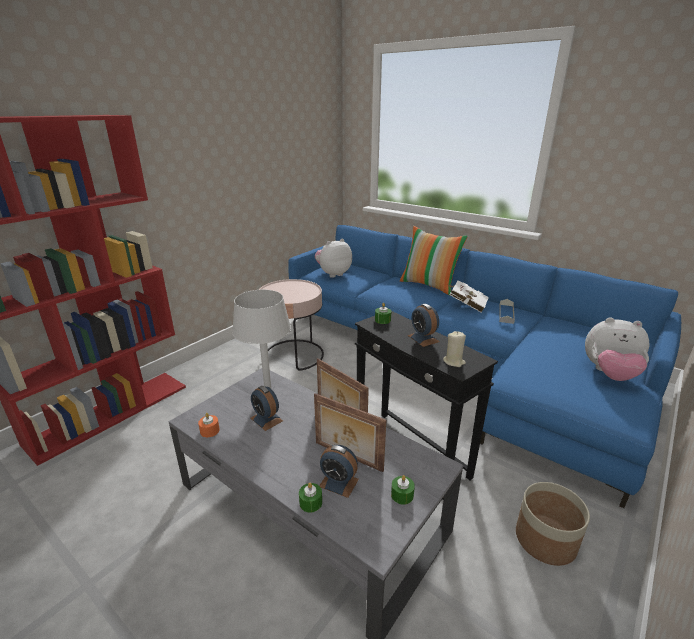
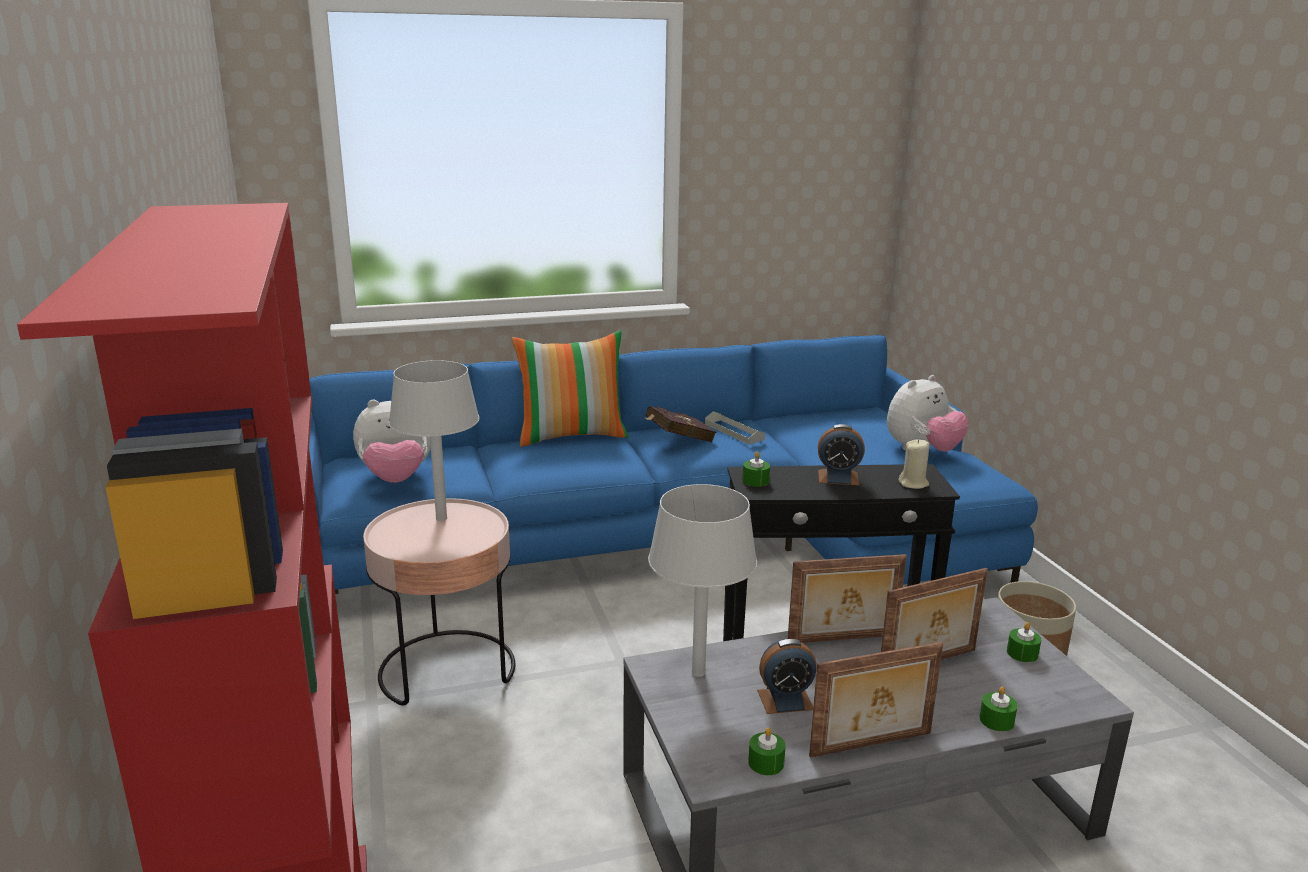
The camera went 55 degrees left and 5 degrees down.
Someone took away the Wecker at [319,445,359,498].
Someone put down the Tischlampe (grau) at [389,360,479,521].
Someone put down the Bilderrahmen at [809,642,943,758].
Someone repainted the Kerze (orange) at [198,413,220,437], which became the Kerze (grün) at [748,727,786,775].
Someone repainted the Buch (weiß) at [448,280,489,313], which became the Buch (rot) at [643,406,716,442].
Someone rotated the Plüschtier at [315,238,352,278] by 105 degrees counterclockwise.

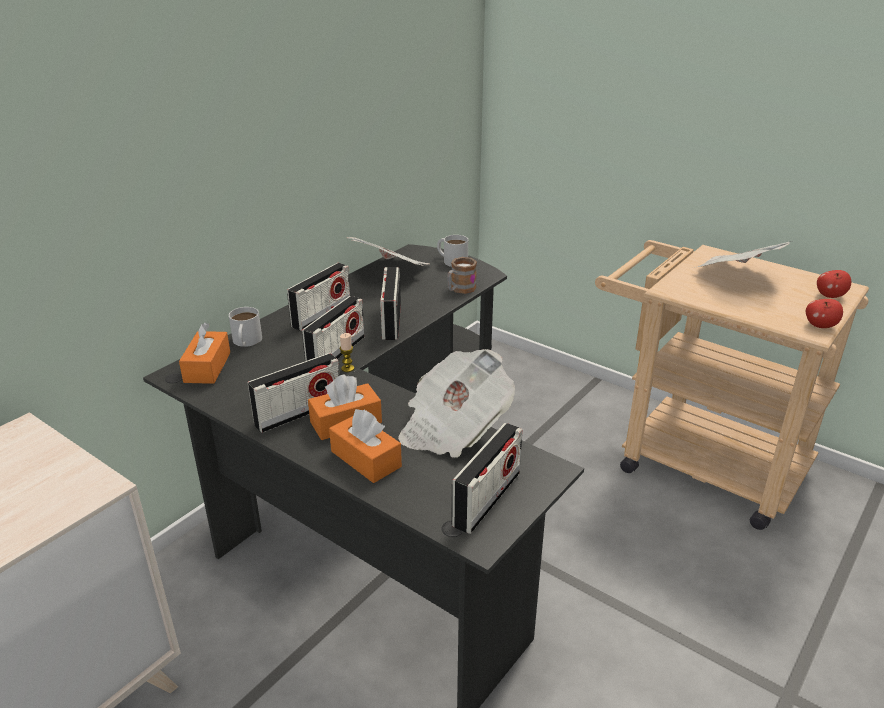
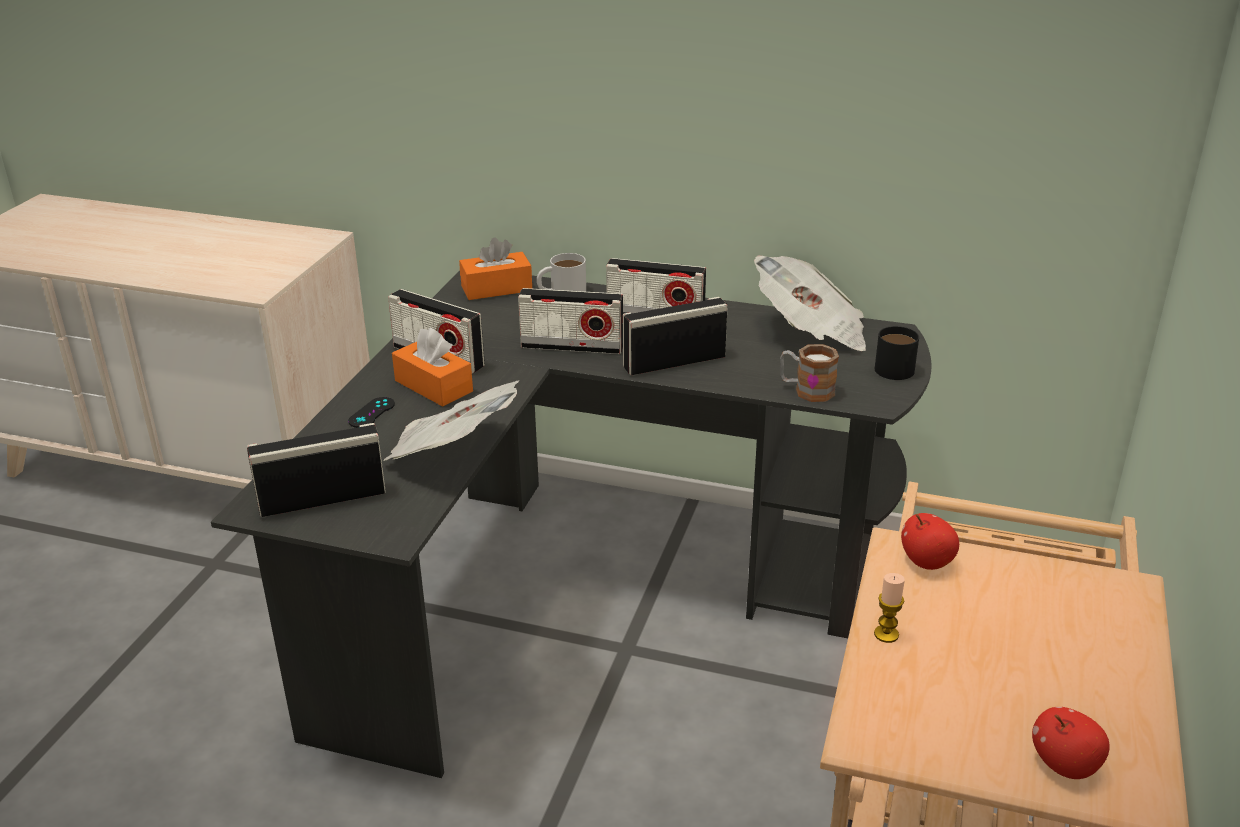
The camera went 70 degrees right and 0 degrees up.
Someone took away the Zeitung at [694,241,791,268].
Someone carried the Kerze from [340,333,354,372] to [874,573,905,643].
Someone carried the Apfel from [806,299,843,328] to [901,513,959,570].
Someone swapped the Taschentuchbox (orange) at [329,409,402,483] for the Gamepad (schwarz) at [348,397,395,428].
Someone repainted the Henkelbecher (weiß) at [437,235,468,267], which became the Henkelbecher (schwarz) at [875,326,919,380].
Someone rotated the Radio at [451,423,522,534] by 150 degrees clockwise.

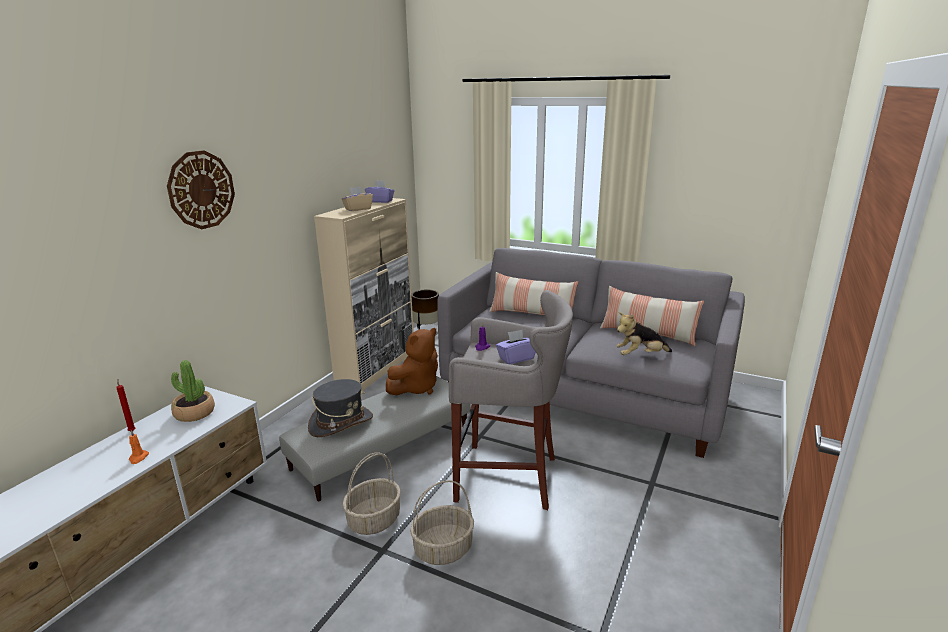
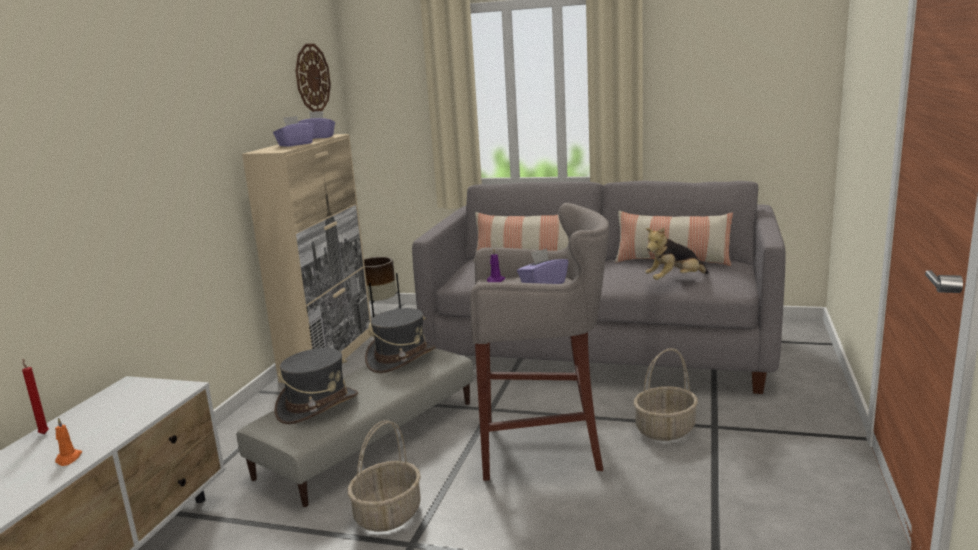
The camera went 10 degrees left and 5 degrees down.
Someone took away the Topfpflanze at [171,360,215,422].
Someone carried the Wanduhr from [167,150,235,229] to [295,44,331,112].
Someone carried the Korb from [410,480,474,565] to [634,348,698,441].
Someone swapped the Plüschtier (braun) at [386,328,438,395] for the Hut (grau) at [365,308,436,373].
Someone repainted the Taschentuchbox (beige) at [342,187,373,211], which became the Taschentuchbox (lila) at [273,116,314,147].

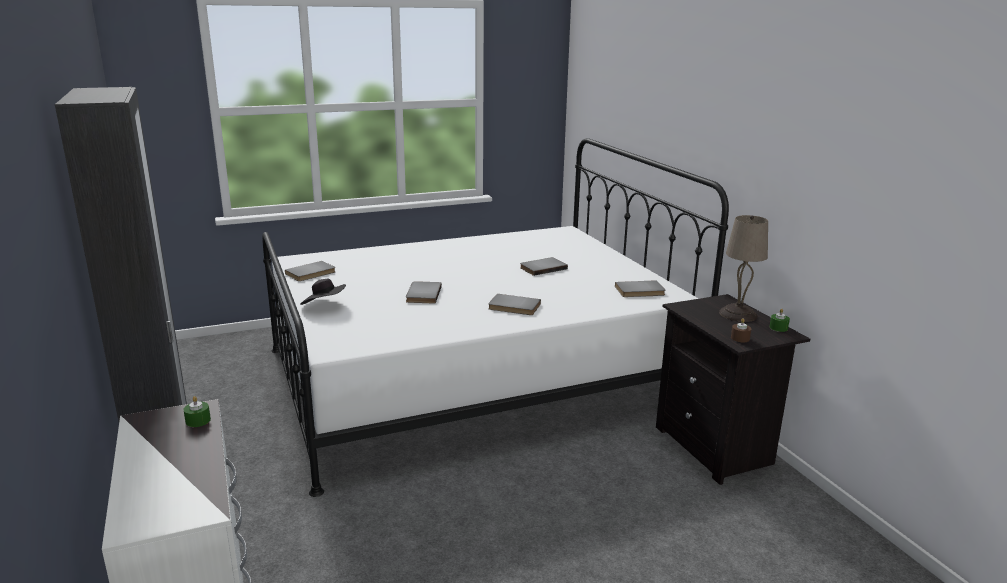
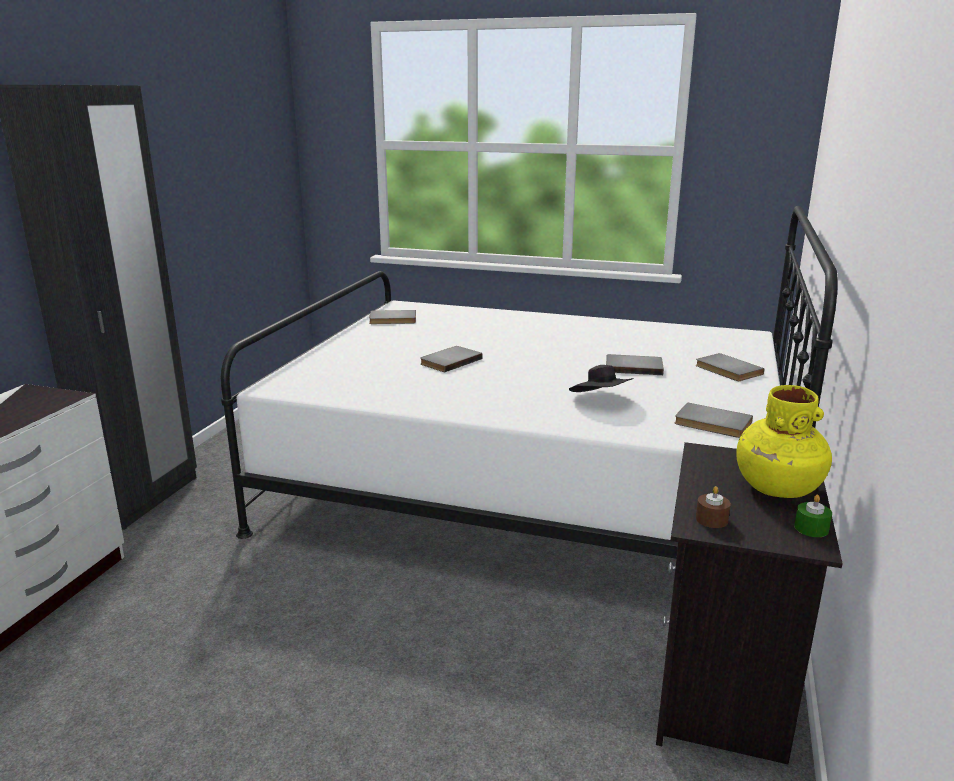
The camera went 40 degrees right and 0 degrees up.
Someone took away the Kerze (grün) at [183,396,211,427].
Someone carried the Hut (schwarz) from [300,279,346,305] to [569,365,633,392].
Someone carried the Buch (grau) from [488,294,541,315] to [696,353,765,381].
Someone swapped the Tischlampe (beige) at [719,215,768,322] for the Vase (gelb) at [736,385,832,498].

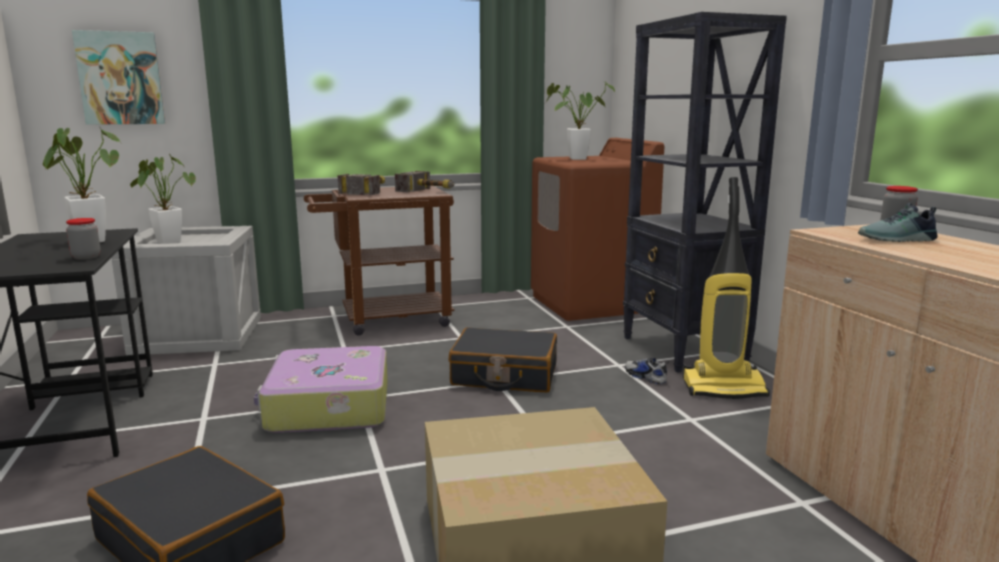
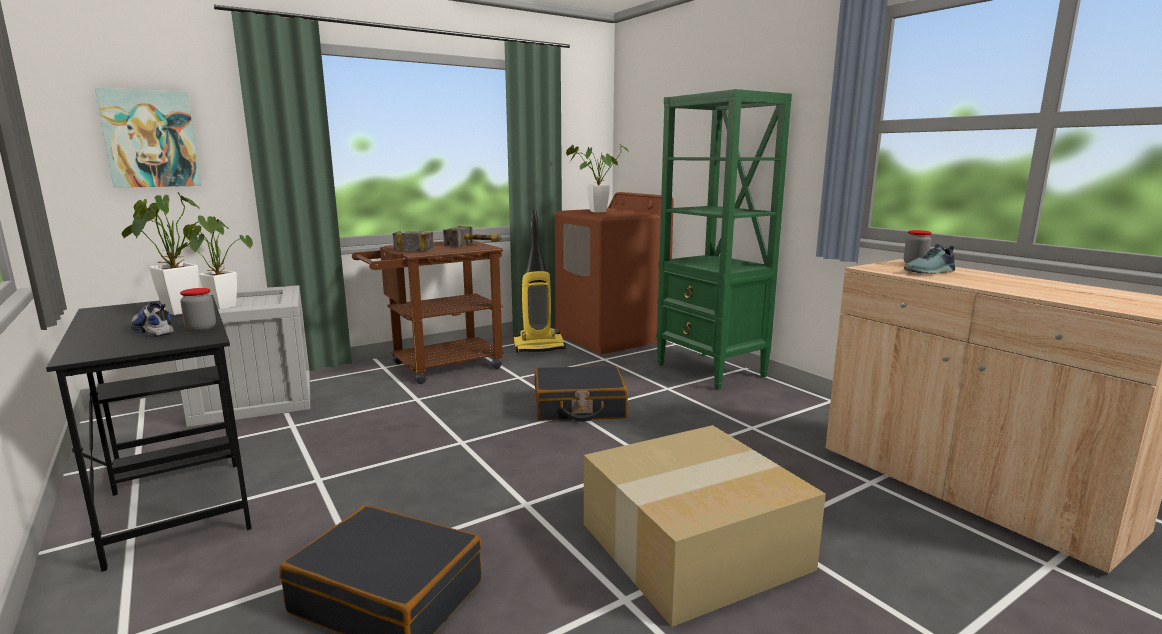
The camera went 15 degrees left and 0 degrees up.
Someone took away the Koffer at [254,346,388,433].
Someone carried the Schuh from [625,357,669,384] to [131,302,174,337].
Someone carried the Staubsauger from [683,177,770,399] to [514,210,566,352].
Someone repainted the Bücherregal (schwarz) at [623,12,787,373], which became the Bücherregal (grün) at [656,89,792,390].

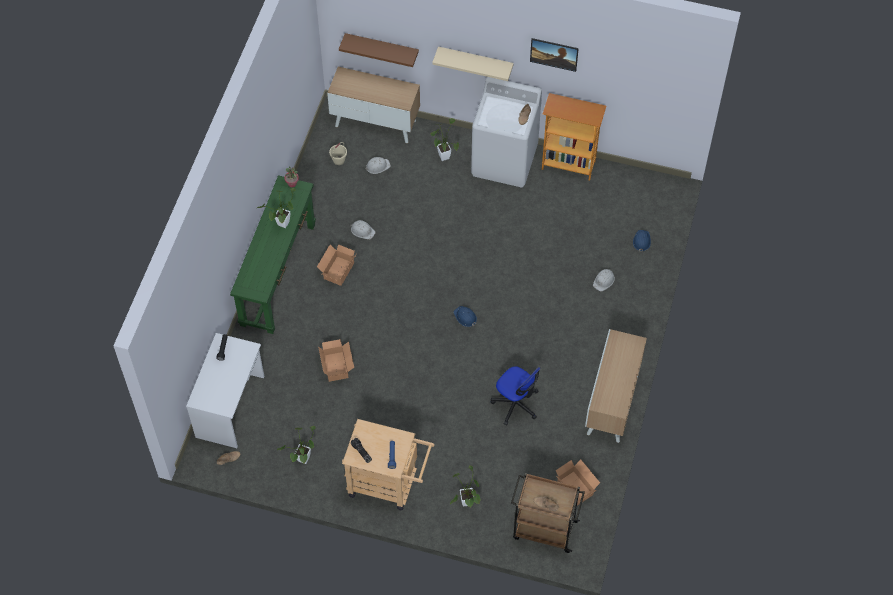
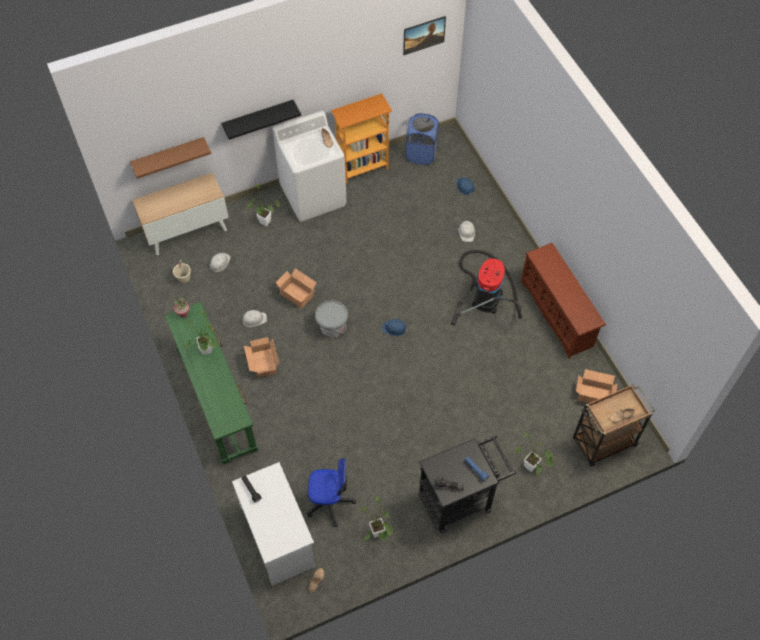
The camera went 40 degrees left and 0 degrees up.
Someone put down the Eimer (grau) at [315,301,348,337].
Someone put down the Wäschekorb (blau) at [406,113,439,165].
Someone put down the Staubsauger at [451,250,522,325].
Someone carried the Karton from [318,339,354,382] to [275,268,317,309].
Someone carried the Bürostuhl from [491,366,541,425] to [307,458,356,527].
Someone carried the Bild from [530,38,579,72] to [403,16,446,55].
Someone swapped the Schrank at [585,329,647,443] for the Schuhregal (braun) at [521,243,606,359].
Someone repainted the Rollwagen (beige) at [342,419,435,510], which became the Rollwagen (schwarz) at [418,435,517,533].
Someone repainted the Wandregal (beige) at [432,46,514,81], which became the Wandregal (schwarz) at [222,100,301,140].

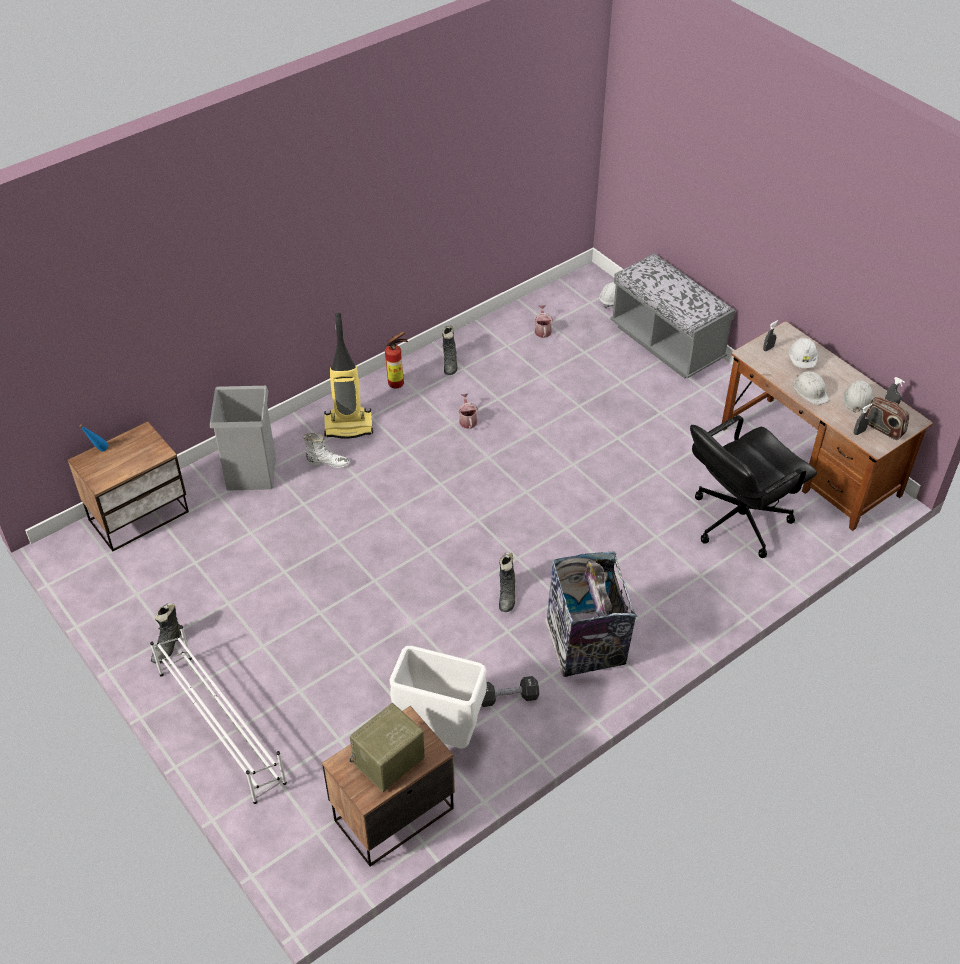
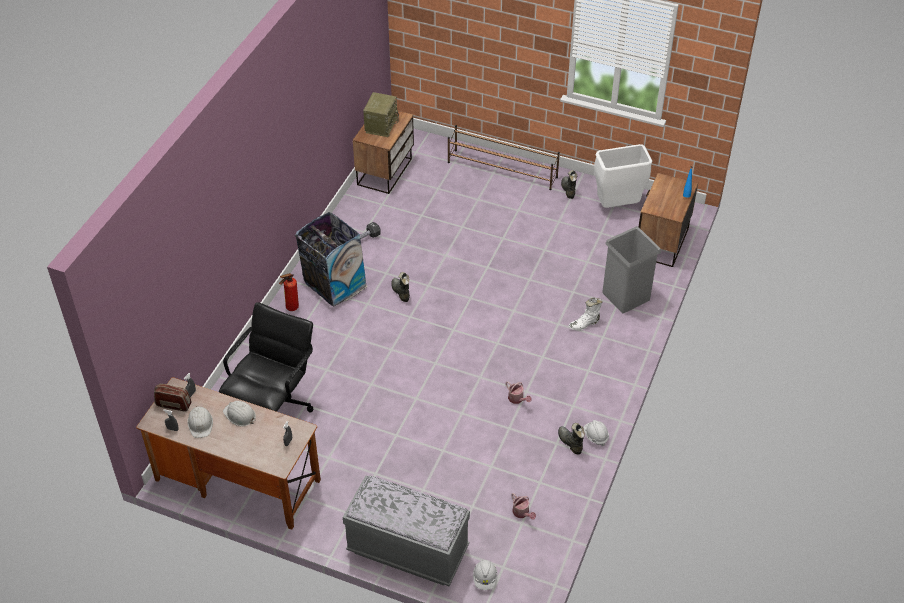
The camera went 150 degrees right and 0 degrees up.
Someone took away the Staubsauger at [324,313,373,439].
Someone carried the Feuerlöscher from [385,331,408,389] to [279,273,299,311].
Someone carried the Mülleimer (weiß) from [389,646,487,749] to [594,144,652,208].
Someone carried the Schutzhelm (weiß) from [789,338,818,368] to [583,420,609,446].
Someone repainted the Schuhregal (weiß) at [150,625,287,804], which became the Schuhregal (braun) at [448,125,560,190].

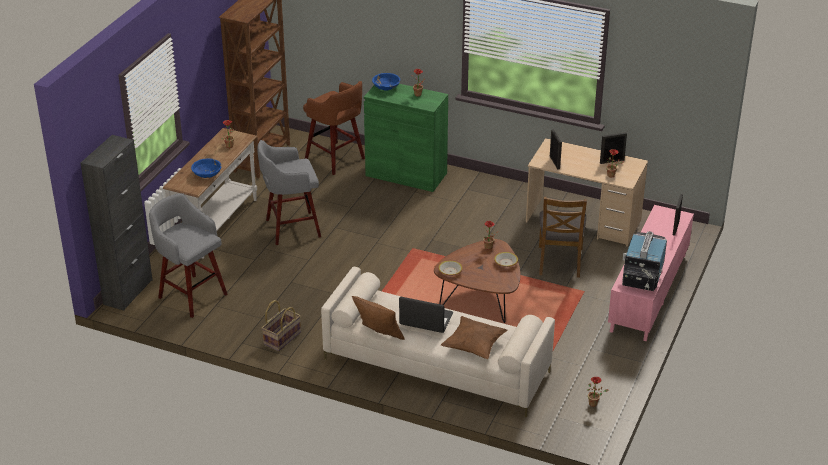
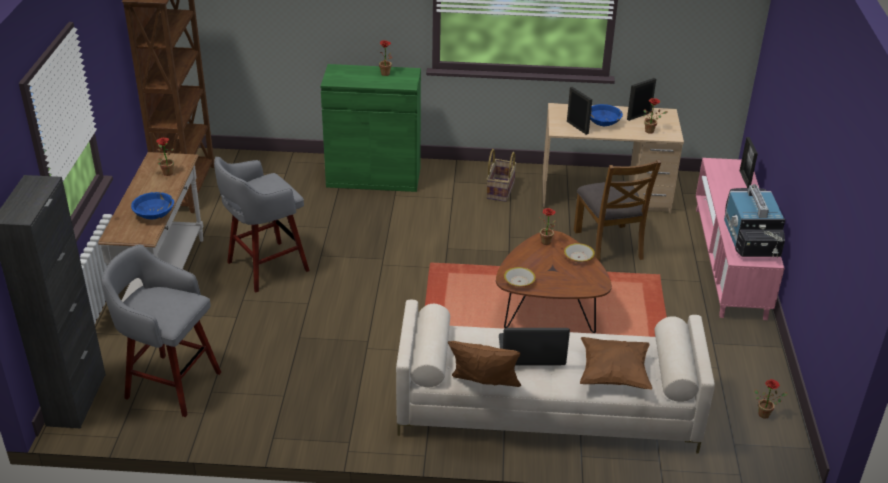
The camera went 20 degrees left and 0 degrees up.
Someone took away the Hocker (braun) at [303,81,365,175].
Someone carried the Korb from [262,300,301,351] to [486,149,517,202].
Someone carried the Schüssel (blau) from [372,73,400,90] to [590,104,623,126].

